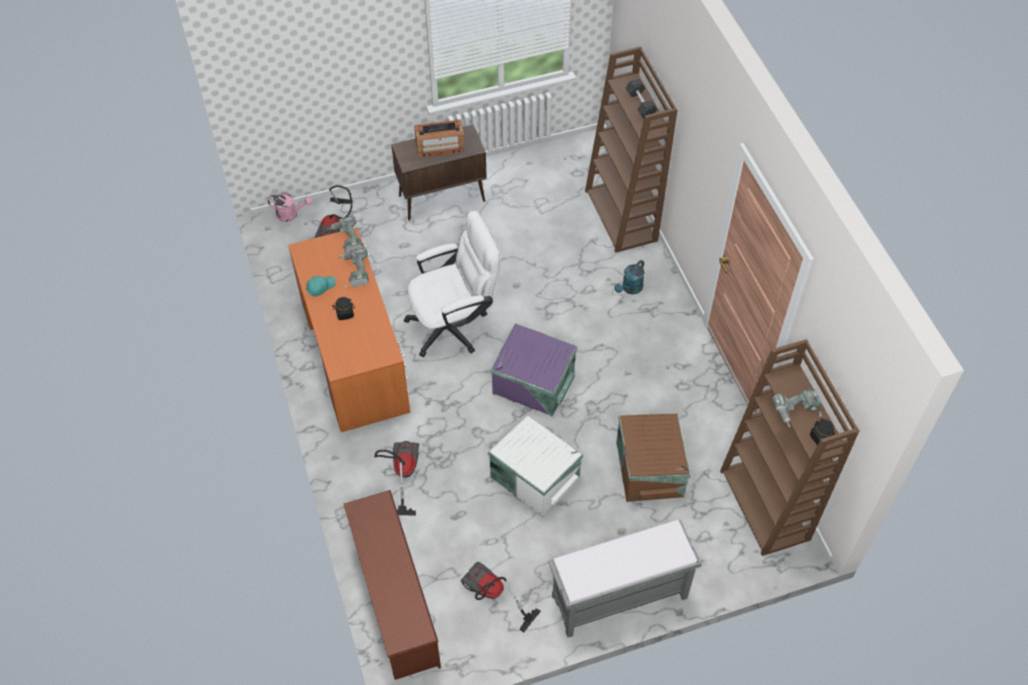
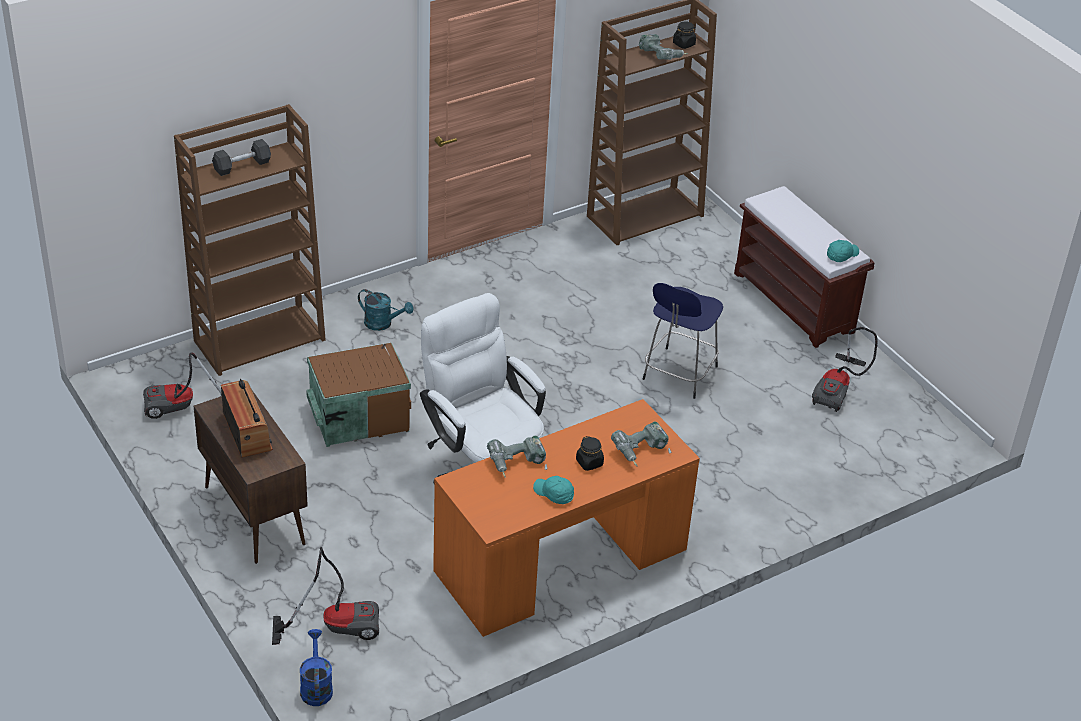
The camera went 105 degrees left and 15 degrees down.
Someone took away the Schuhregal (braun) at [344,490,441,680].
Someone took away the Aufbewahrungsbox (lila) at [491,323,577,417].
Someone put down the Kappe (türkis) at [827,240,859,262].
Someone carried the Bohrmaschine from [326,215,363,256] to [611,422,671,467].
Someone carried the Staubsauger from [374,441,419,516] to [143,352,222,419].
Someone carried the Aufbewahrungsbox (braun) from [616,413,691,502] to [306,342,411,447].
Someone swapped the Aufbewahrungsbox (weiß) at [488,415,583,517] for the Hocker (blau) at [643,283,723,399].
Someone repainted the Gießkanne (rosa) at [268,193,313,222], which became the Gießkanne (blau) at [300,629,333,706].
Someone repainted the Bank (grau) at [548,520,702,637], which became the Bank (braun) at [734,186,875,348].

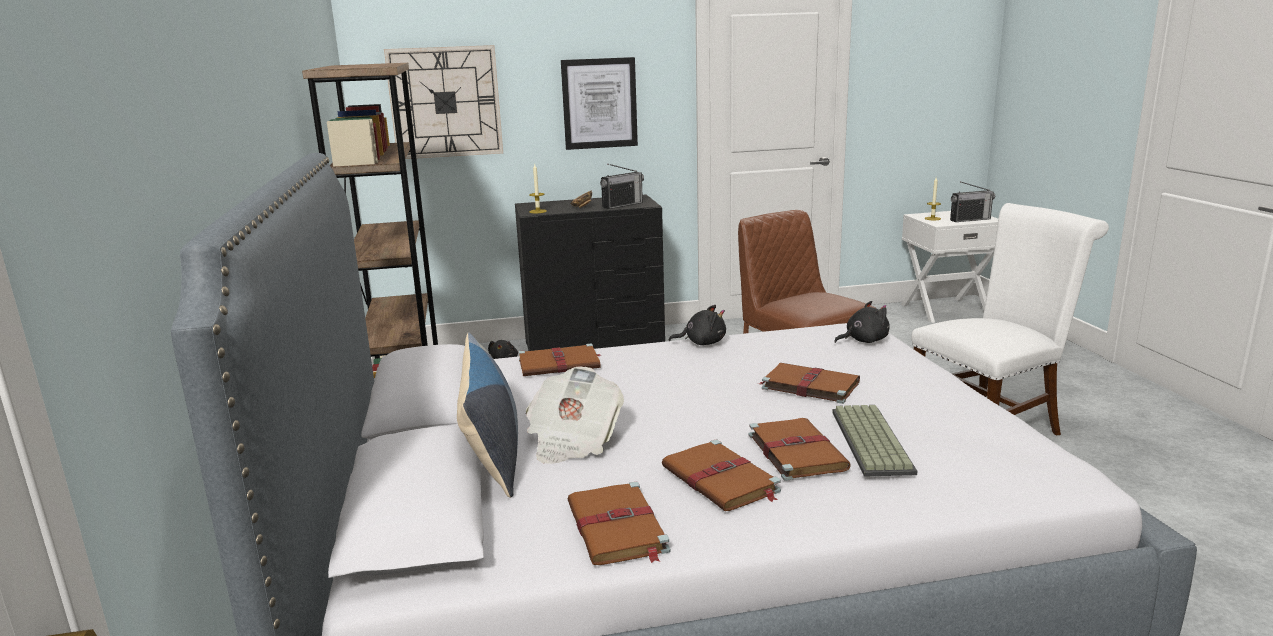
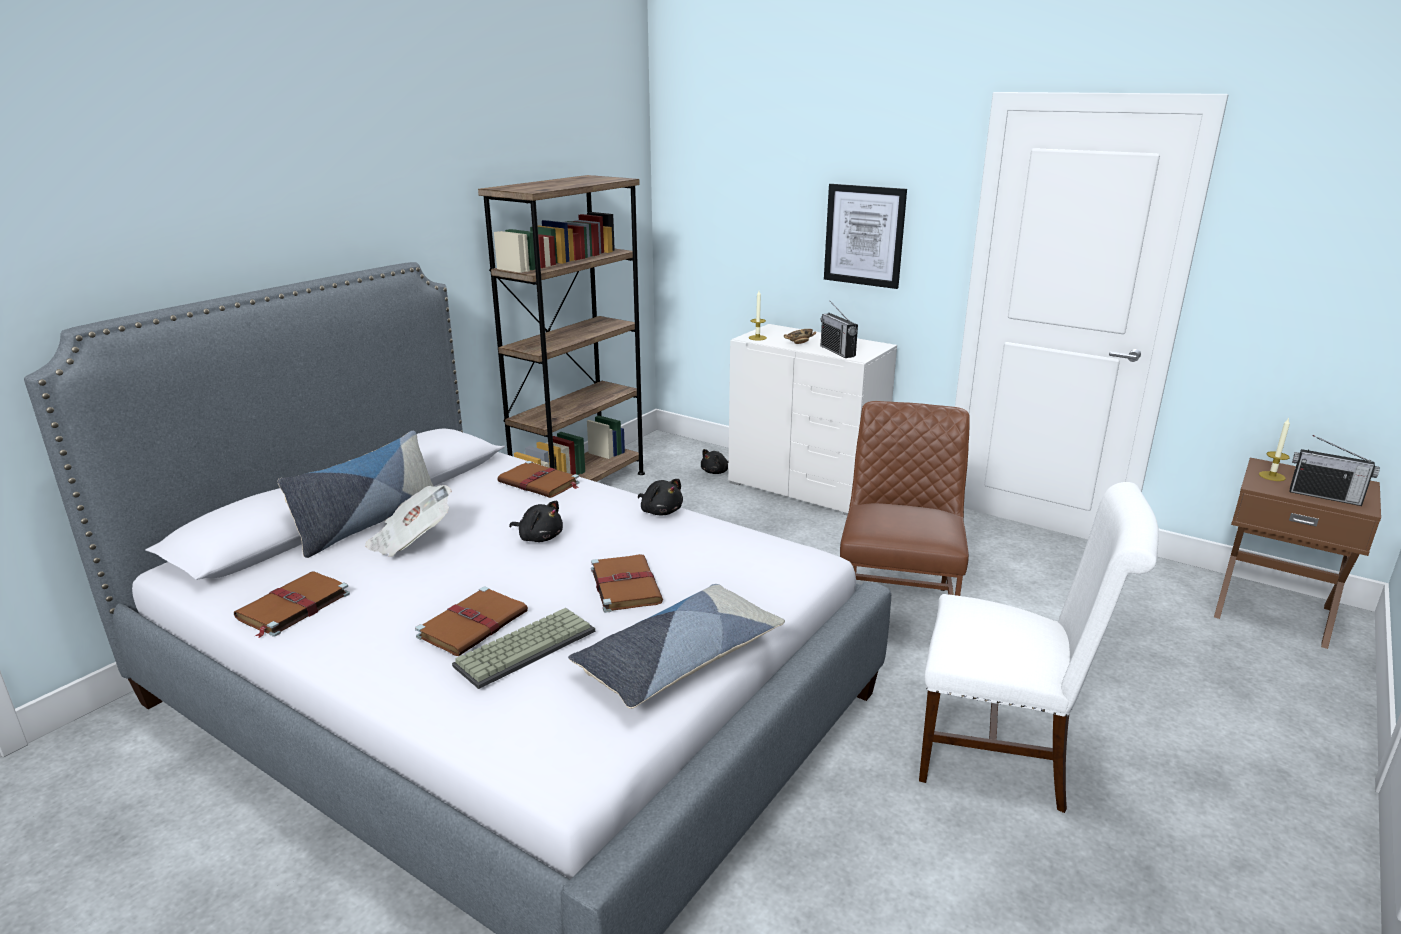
The camera went 45 degrees right and 5 degrees up.
Someone took away the Wanduhr at [384,45,503,159].
Someone took away the Buch (braun) at [662,440,781,511].
Someone put down the Kissen at [568,584,785,709].
Someone carried the Plüschtier (schwarz) from [834,301,890,343] to [509,501,563,542].
Someone repainted the Kommode (schwarz) at [515,194,665,351], which became the Kommode (weiß) at [728,324,897,515].
Someone repainted the Nachttisch (weiß) at [901,211,998,323], which became the Nachttisch (braun) at [1214,458,1381,649].
Someone rotated the Radio at [600,164,644,209] by 60 degrees clockwise.

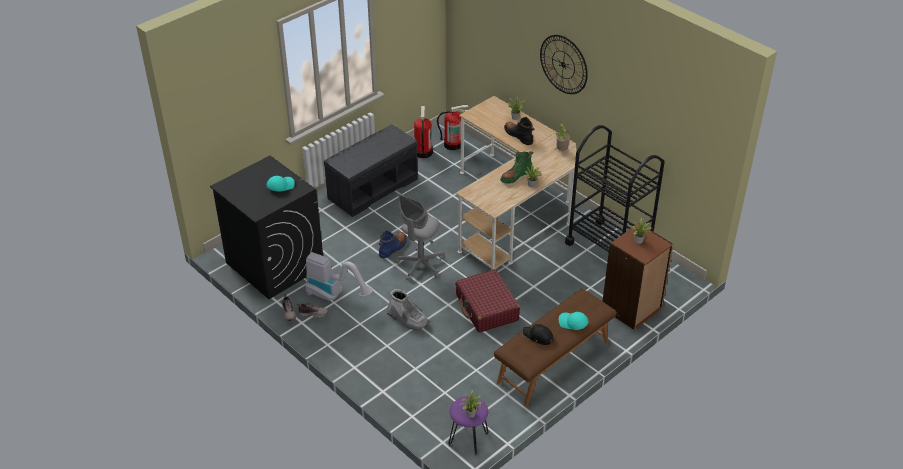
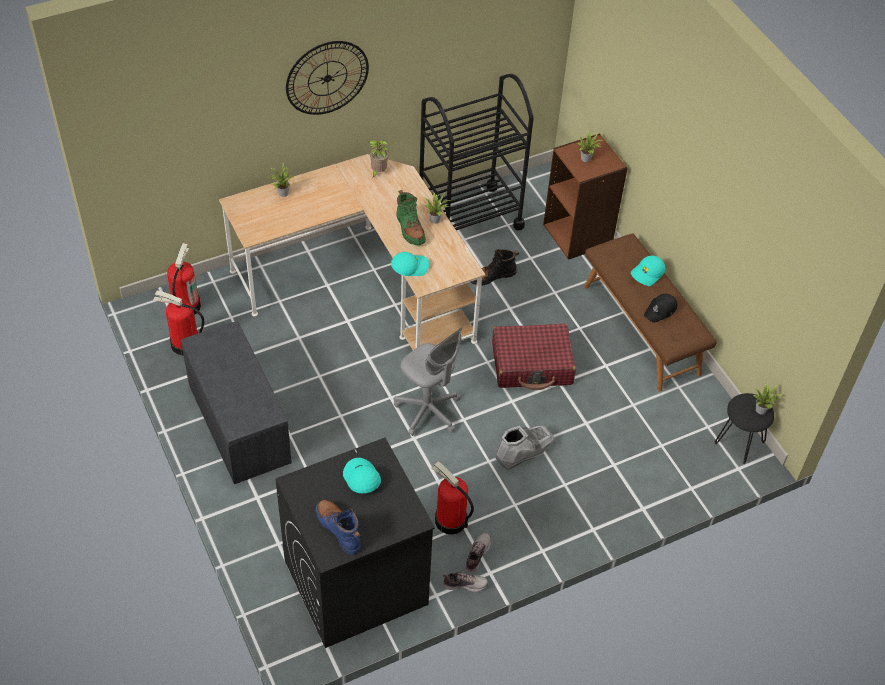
The camera went 75 degrees left and 10 degrees up.
Someone put down the Kappe (türkis) at [391,252,429,276].
Someone carried the Stiefel (blau) from [379,231,407,258] to [316,500,361,555].
Someone carried the Stiefel (schwarz) from [504,117,534,145] to [471,249,519,286].
Someone swapped the Staubsauger at [305,252,373,301] for the Feuerlöscher at [432,461,474,534].
Someone repainted the Hocker (lila) at [448,396,489,456], which became the Hocker (schwarz) at [714,393,774,464].

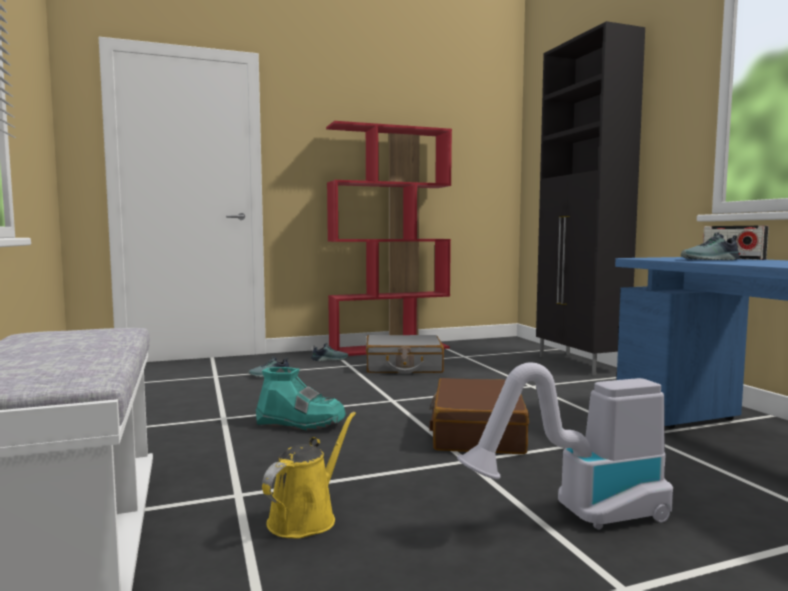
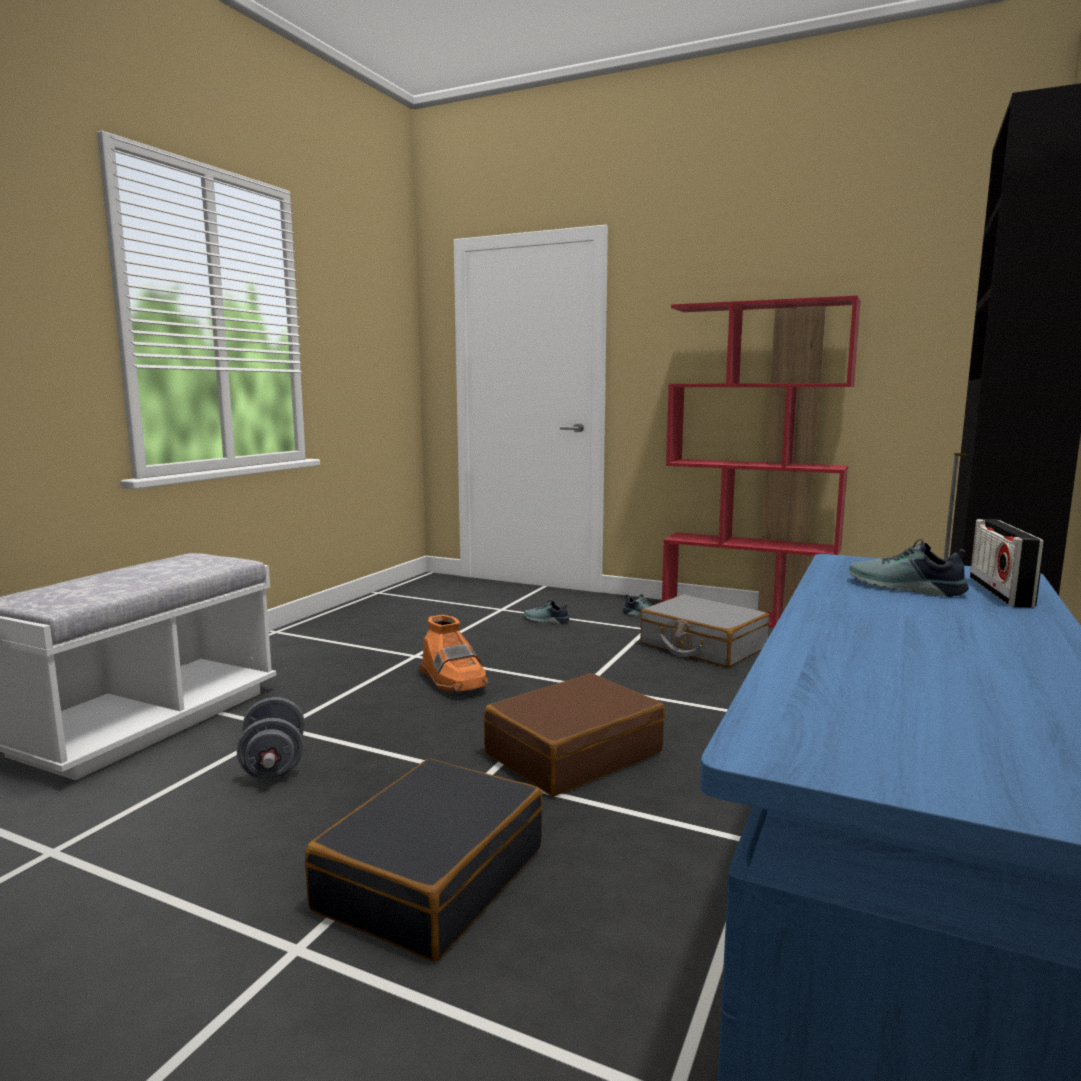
The camera went 45 degrees right and 5 degrees up.
Someone swapped the Gießkanne (gelb) at [262,412,356,539] for the Hantel (grau) at [237,697,305,780].
Someone swapped the Staubsauger at [457,362,673,530] for the Koffer (schwarz) at [305,758,543,962].
Someone repainted the Stiefel (türkis) at [256,367,346,431], which became the Stiefel (orange) at [419,615,488,693].

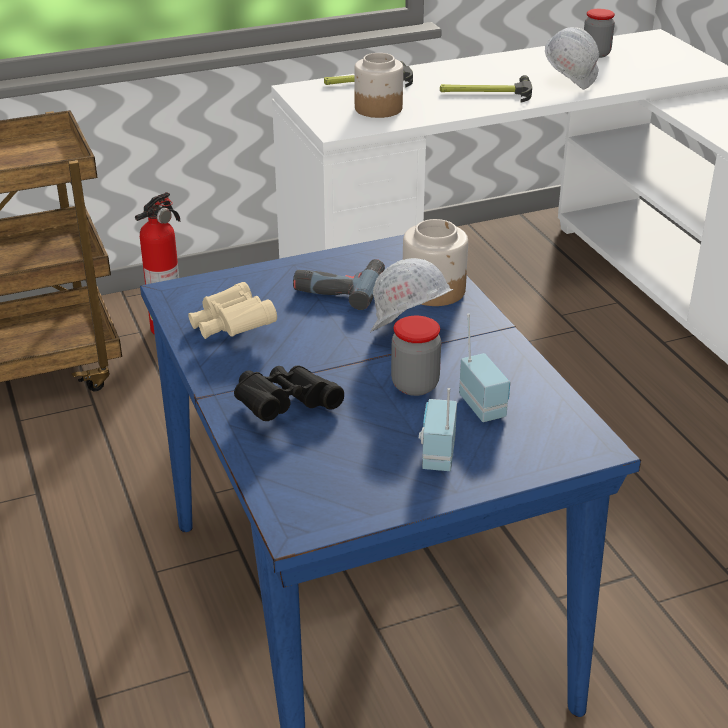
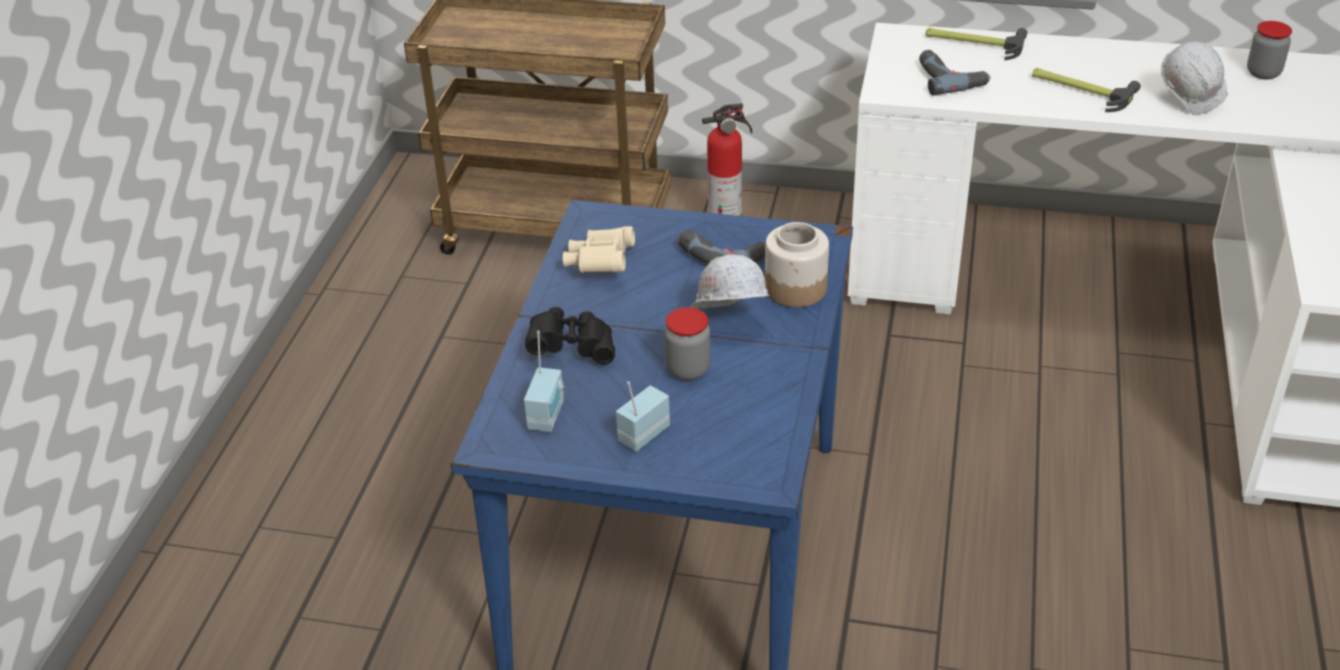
The camera went 35 degrees right and 5 degrees up.
Someone carried the Radio from [459,313,510,422] to [524,330,565,432].
Someone swapped the Vorratsglas at [354,53,403,118] for the Bohrmaschine at [919,50,991,96].

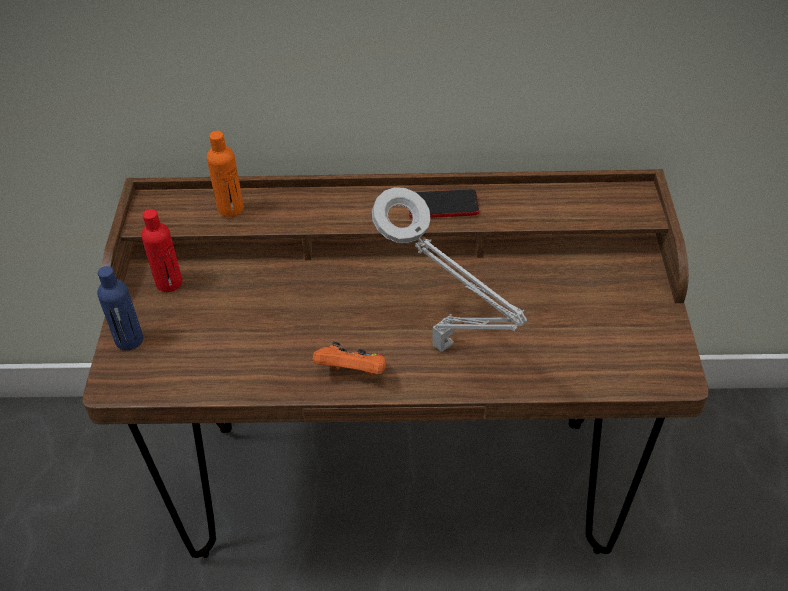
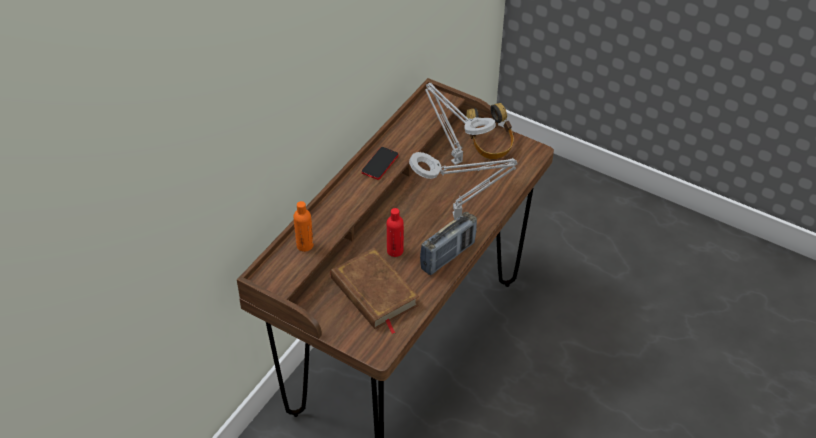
The camera went 60 degrees left and 0 degrees up.
Someone took away the Flasche (blau) at [97,266,143,350].
Someone put down the Buch (braun) at [330,248,419,334].
Someone put down the Tischlampe (grau) at [425,83,496,165].
Someone put down the Kopfhörer at [466,103,514,159].
Someone carried the Flasche (rot) from [141,209,182,292] to [387,208,404,257].
Someone swapped the Gamepad (orange) at [313,341,386,376] for the Radio at [420,212,477,275].

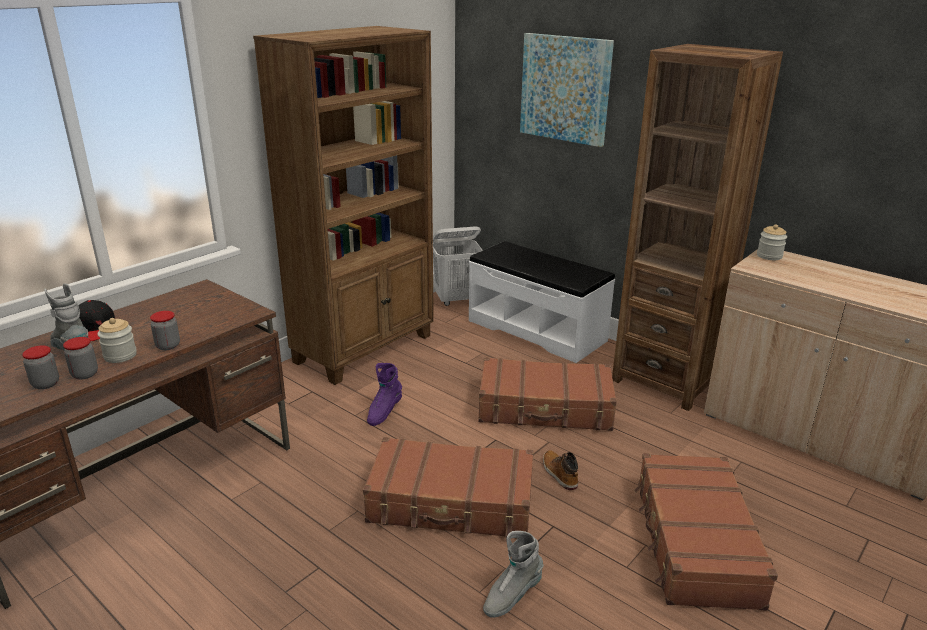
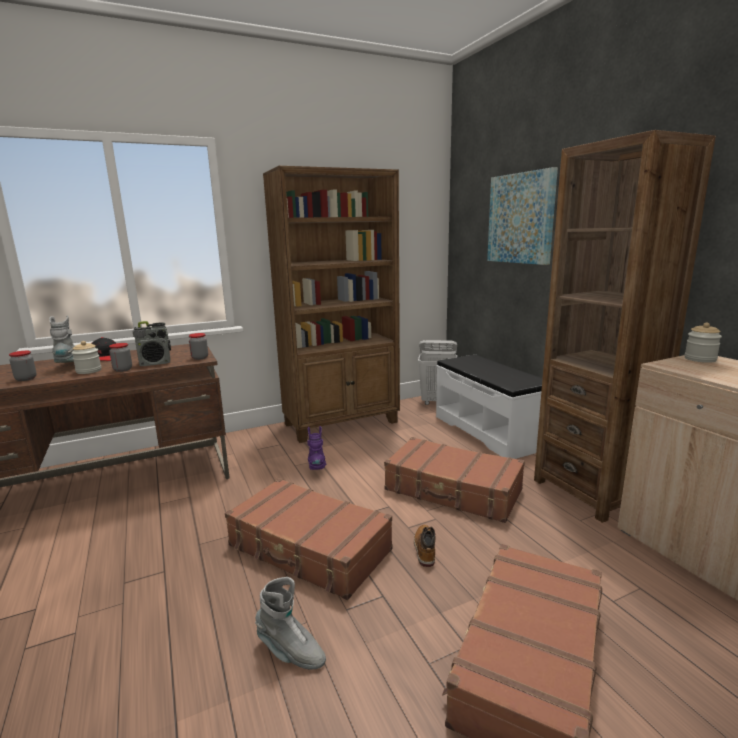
The camera went 25 degrees right and 10 degrees down.
Someone put down the Radio at [133,321,171,366].
Someone carried the Vorratsglas from [63,337,98,380] to [189,333,208,360].
Someone rotated the Stiefel (lila) at [367,363,402,426] by 120 degrees clockwise.
Someone rotated the Stiefel (grau) at [483,531,544,618] by 135 degrees counterclockwise.

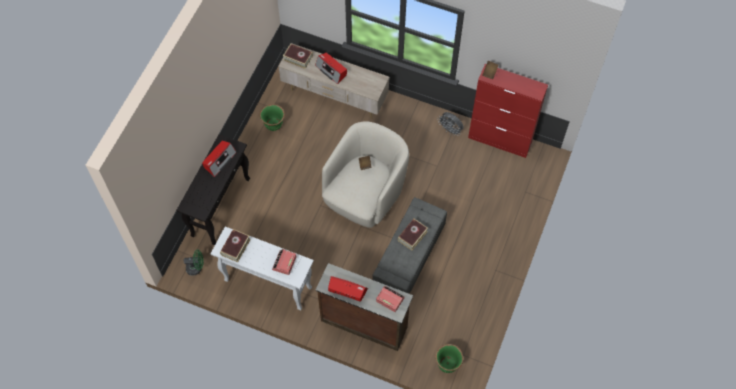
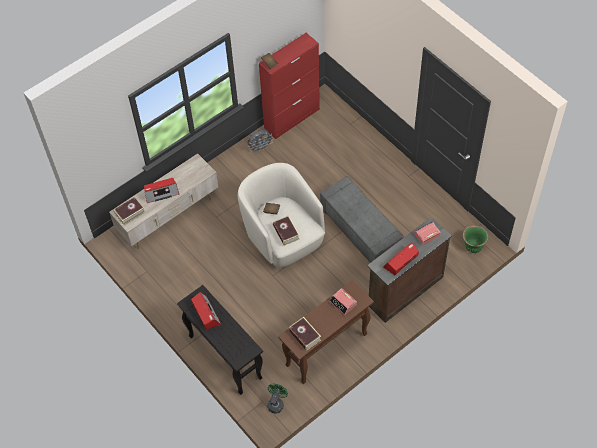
The camera went 60 degrees left and 5 degrees down.
Someone took away the Pflanzkübel (grün) at [260,104,285,131].
Someone carried the Buch from [398,219,428,250] to [273,216,300,246].
Someone repainted the Konsolentisch (weiß) at [211,227,314,311], which became the Konsolentisch (braun) at [278,280,374,384].

